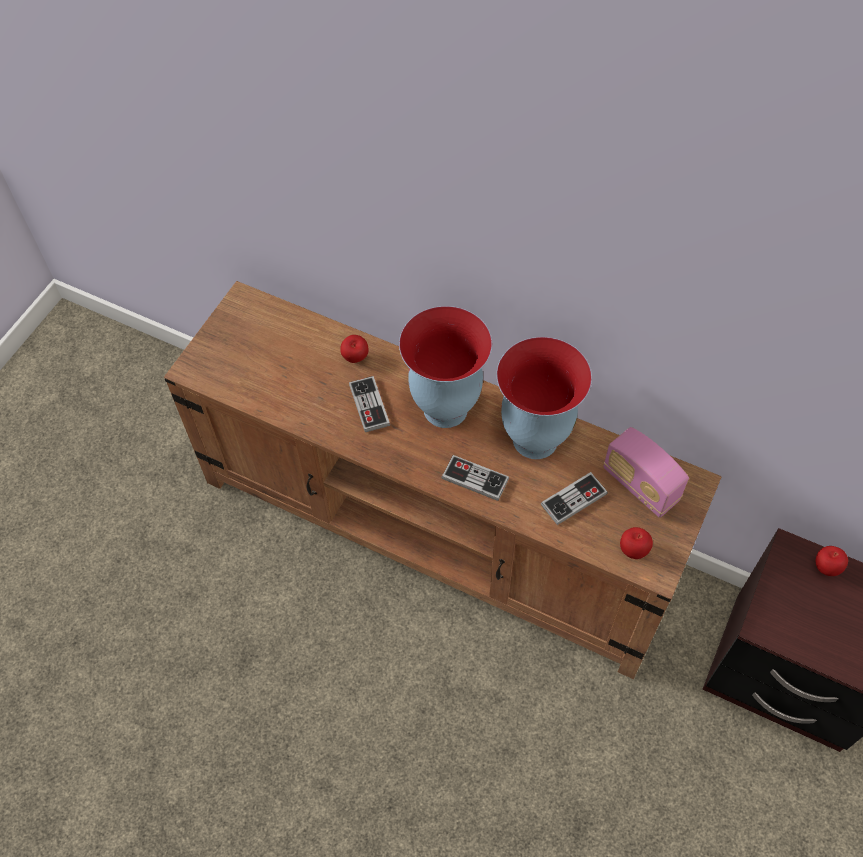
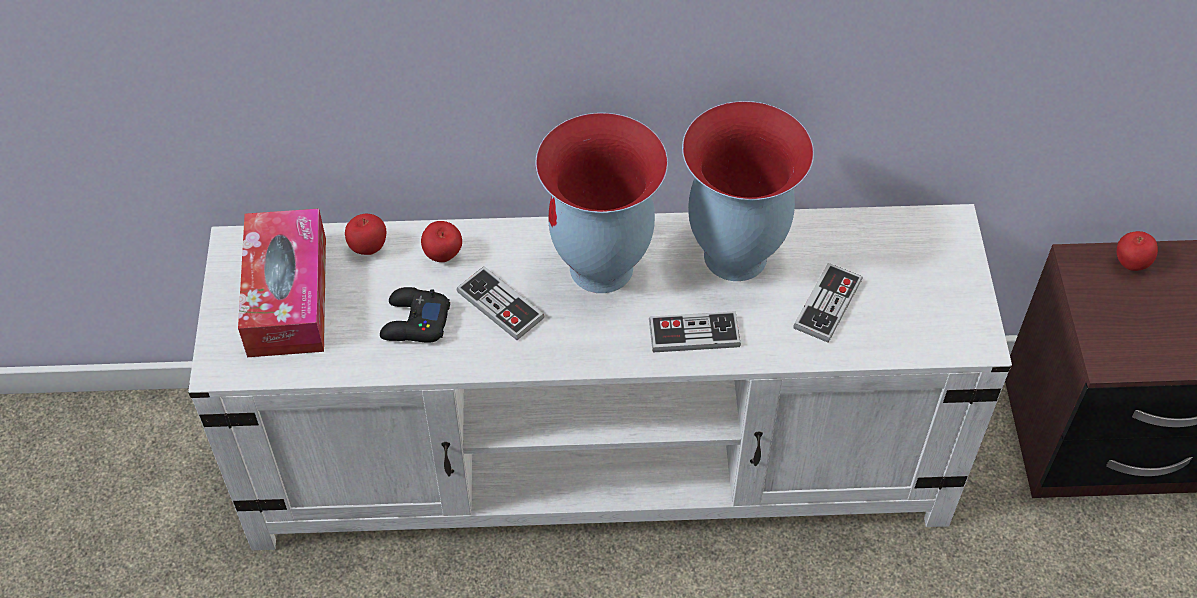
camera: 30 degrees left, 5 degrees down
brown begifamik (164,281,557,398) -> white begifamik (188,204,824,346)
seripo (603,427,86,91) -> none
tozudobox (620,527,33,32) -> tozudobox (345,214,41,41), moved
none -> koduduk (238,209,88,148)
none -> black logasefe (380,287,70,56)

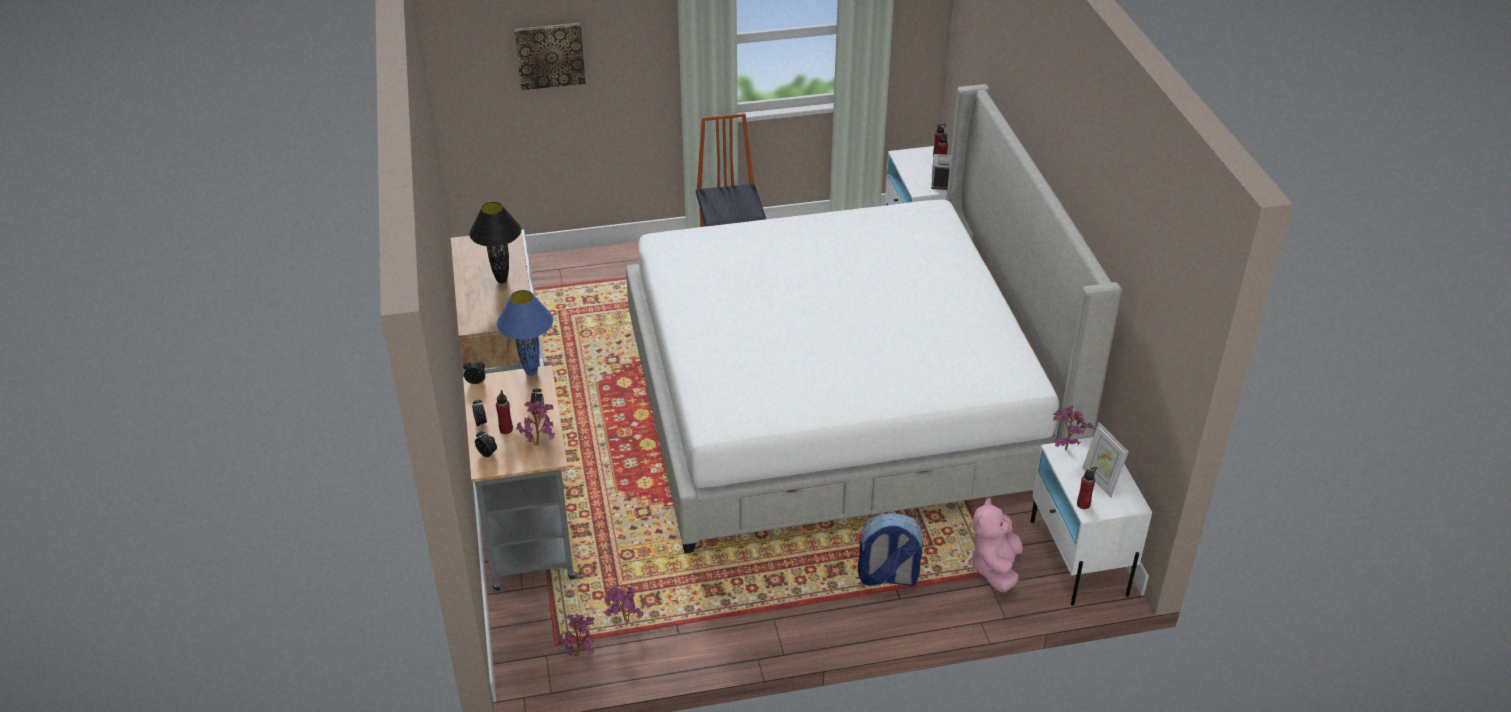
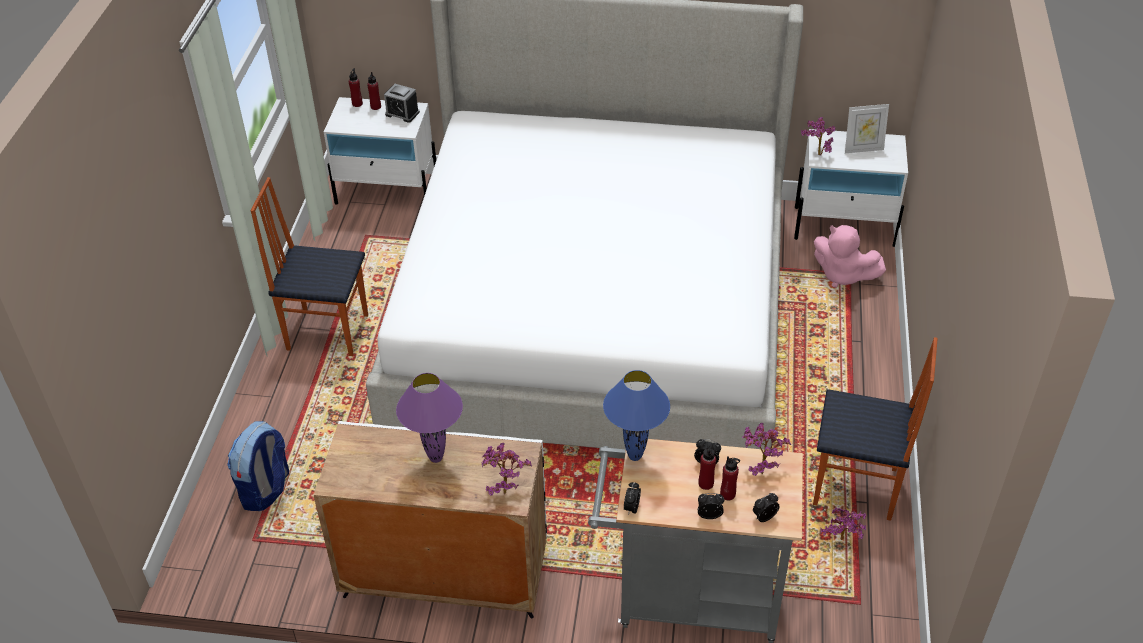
camera: 70 degrees left, 5 degrees up
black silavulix (469,202,52,81) -> purple silavulix (396,373,67,90)
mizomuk (514,23,72,67) -> none
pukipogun (557,615,38,41) -> pukipogun (481,443,51,53), moved
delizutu (858,513,65,73) -> delizutu (227,421,62,90), moved
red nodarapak (1077,467,20,42) -> red nodarapak (698,442,18,48), moved
none -> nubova (813,337,125,184)

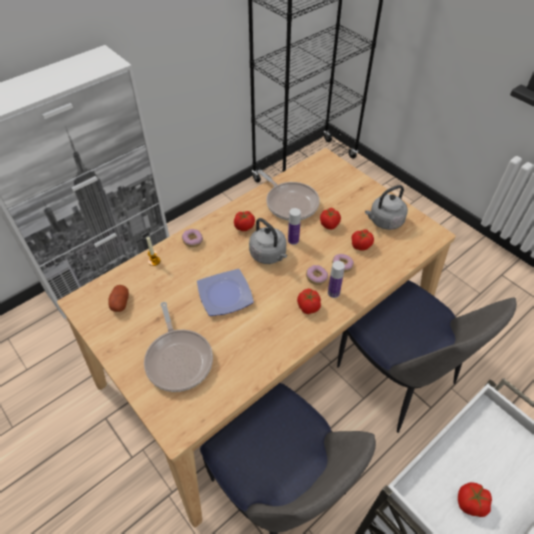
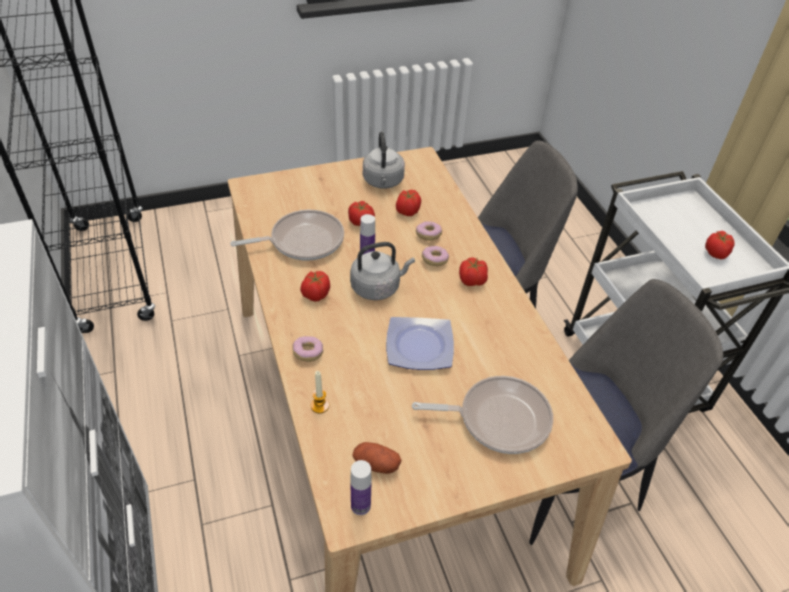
camera: 70 degrees left, 5 degrees down
nodarapak (328,261,17,37) -> nodarapak (350,460,22,55), moved

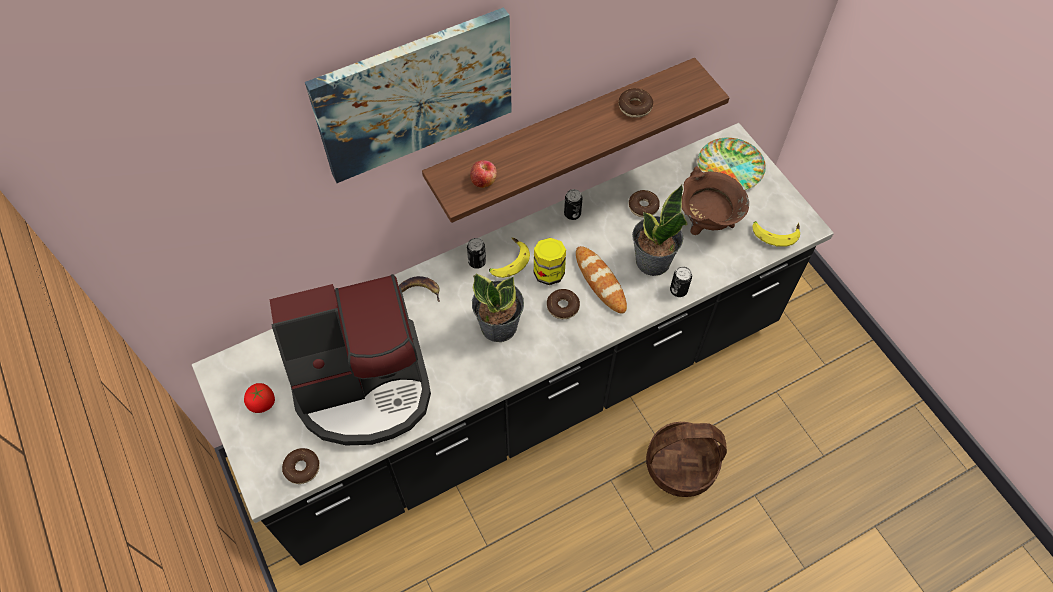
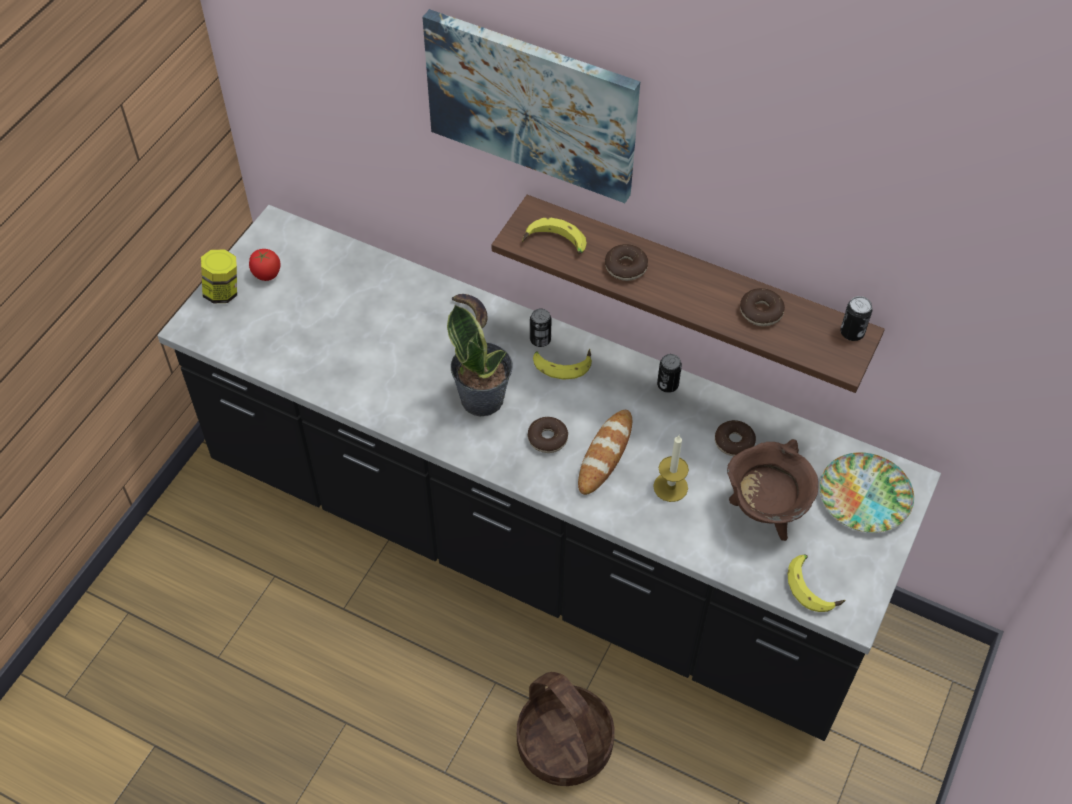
camera: 55 degrees right, 5 degrees down
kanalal (269,274,162,172) -> none
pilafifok (282,448,38,36) -> pilafifok (605,244,43,37), moved
tozudobox (470,160,27,28) -> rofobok (522,218,65,37)
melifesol (534,238,32,47) -> melifesol (201,250,36,53), moved
pukipogun (632,185,55,91) -> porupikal (653,435,36,67)
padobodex (670,267,22,30) -> padobodex (840,296,32,45), moved

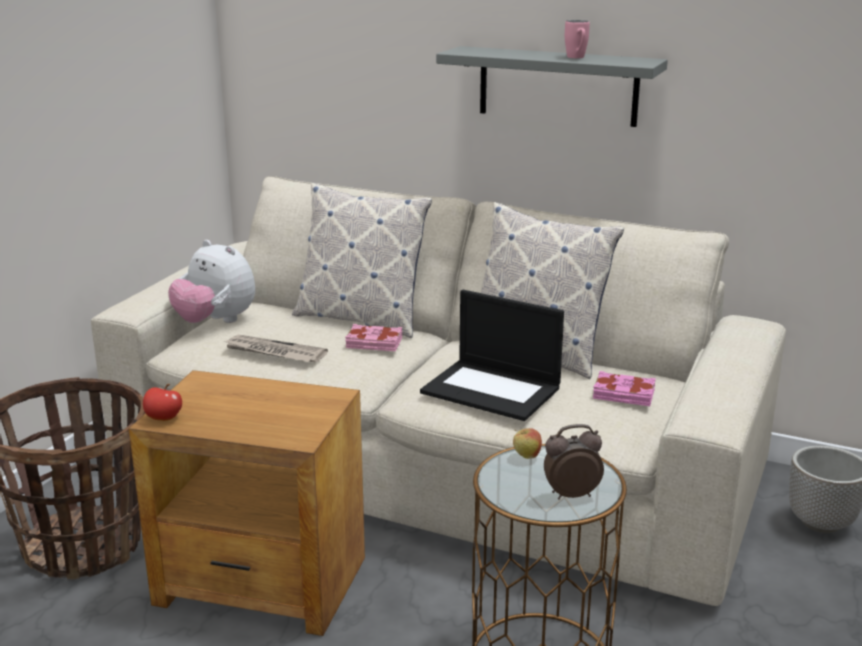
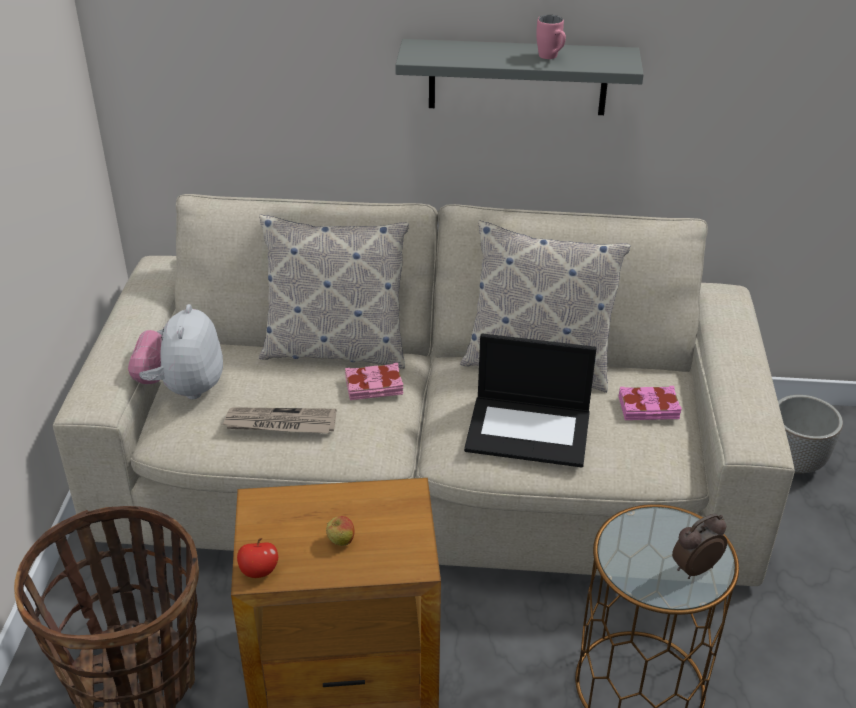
camera: 20 degrees left, 15 degrees up
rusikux (168,240,87,83) -> rusikux (128,304,95,95), 75 degrees clockwise
tozudobox (513,428,29,31) -> tozudobox (326,516,28,30), moved

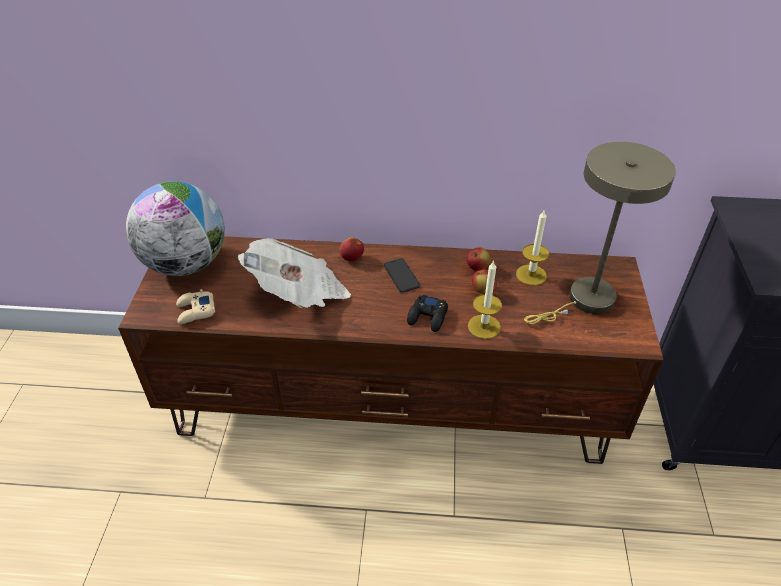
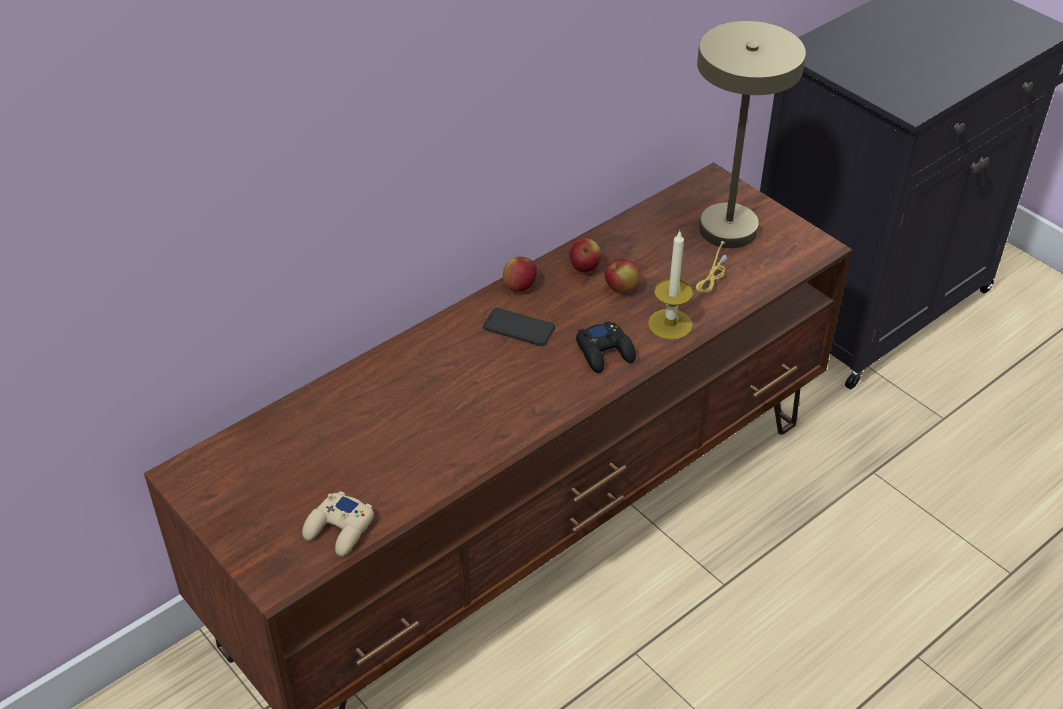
camera: 45 degrees left, 0 degrees up
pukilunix (126,181,99,95) -> none
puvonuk (238,238,113,70) -> none
tozudobox (339,238,25,23) -> tozudobox (503,257,34,35), moved
porupikal (516,210,33,76) -> none

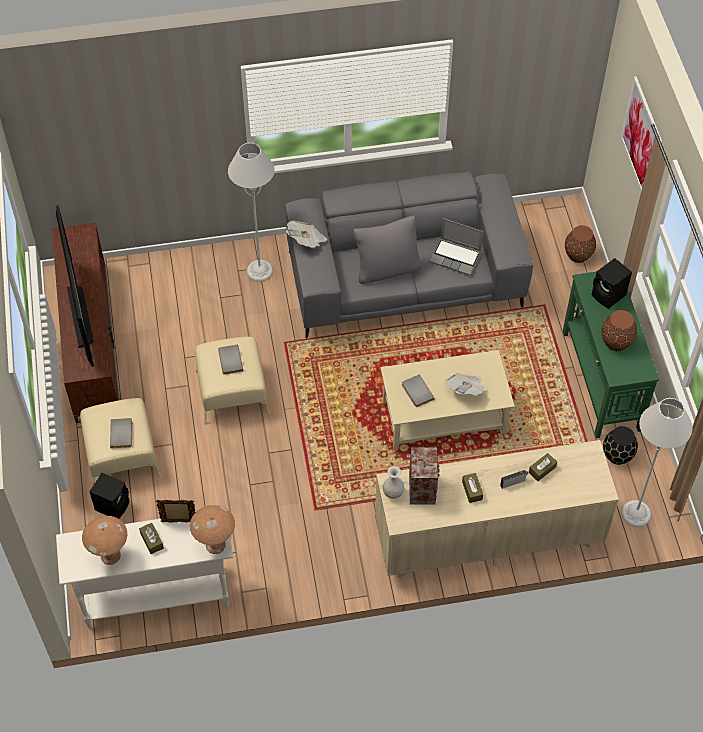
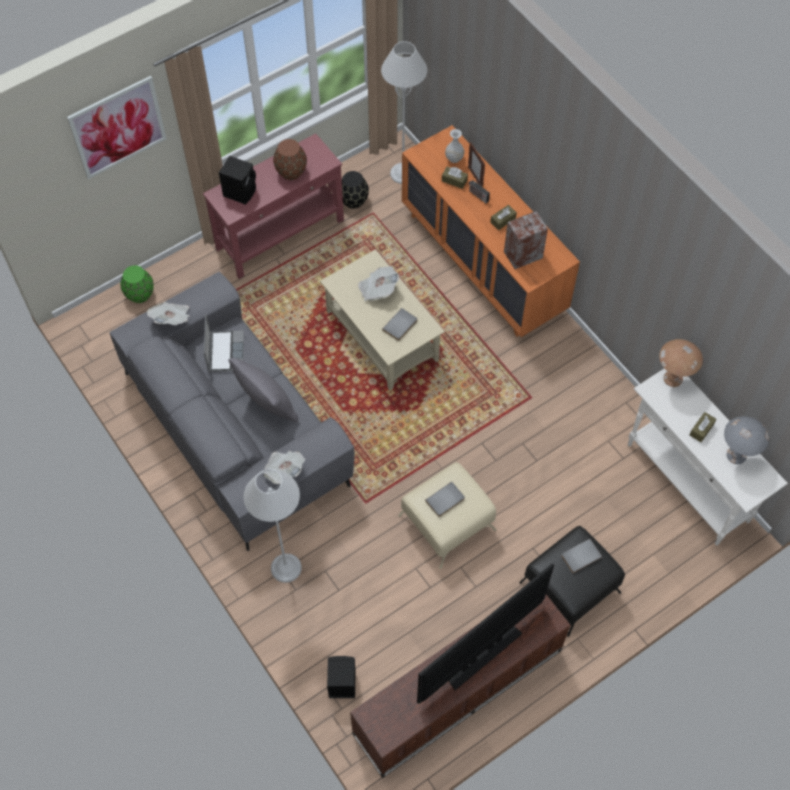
camera: 115 degrees left, 5 degrees up
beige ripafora (80,398,81,87) -> black ripafora (519,526,106,111)
brown silavulix (82,516,45,49) -> grey silavulix (724,416,45,48)
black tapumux (89,473,41,46) -> black tapumux (327,656,29,42), moved
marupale (156,500,40,22) -> marupale (468,142,17,45), moved
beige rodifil (375,440,244,138) -> orange rodifil (402,125,178,212)
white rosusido (383,466,21,33) -> white rosusido (445,129,19,34), moved
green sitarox (563,272,96,166) -> red sitarox (203,133,141,146)
brown rosusido (565,225,31,38) -> green rosusido (121,265,33,38)
none -> puvonuk (147,302,42,23)

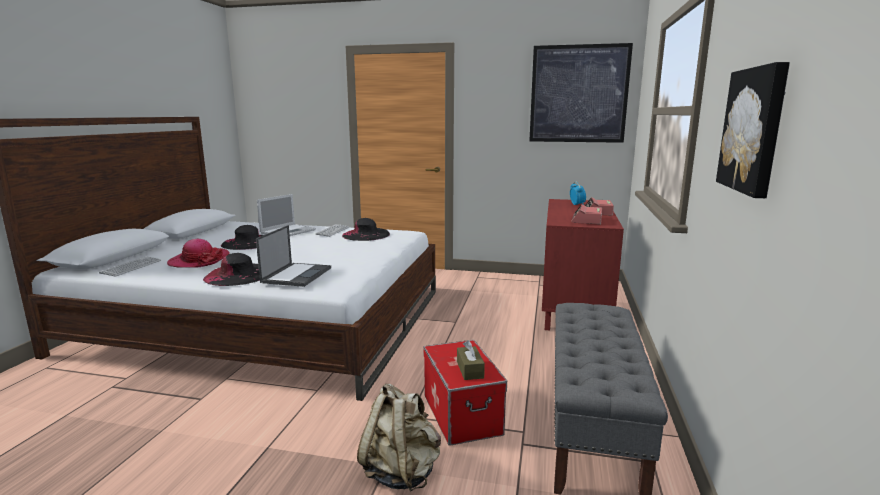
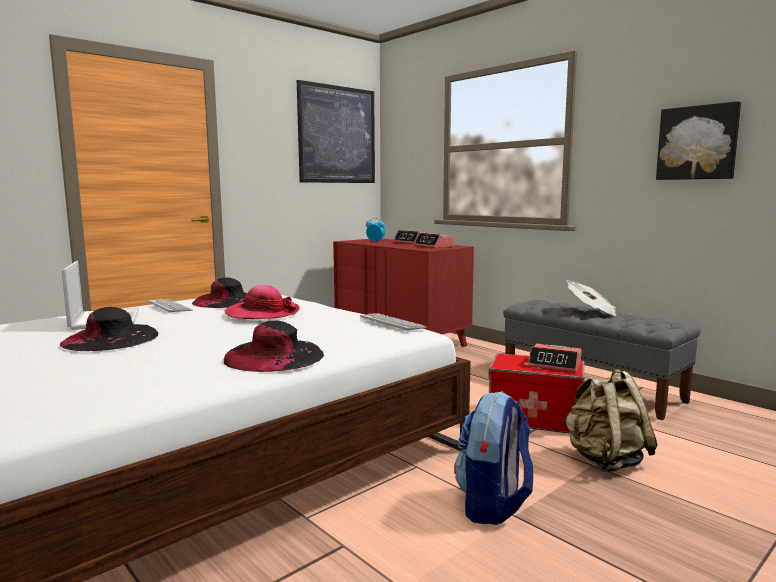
camera: 55 degrees left, 5 degrees down
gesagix (99,256,62,21) -> gesagix (360,313,67,18), moved
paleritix (167,239,63,29) -> paleritix (225,285,74,34), moved
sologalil (256,225,75,62) -> none
brown koduduk (457,340,28,40) -> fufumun (528,344,53,28)
none -> delizutu (454,391,79,134)
none -> puvonuk (566,280,50,36)

